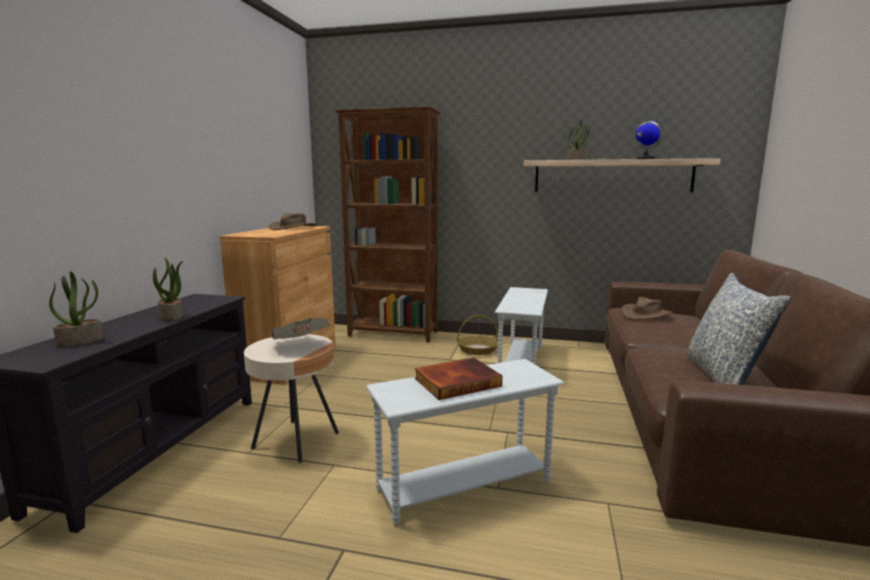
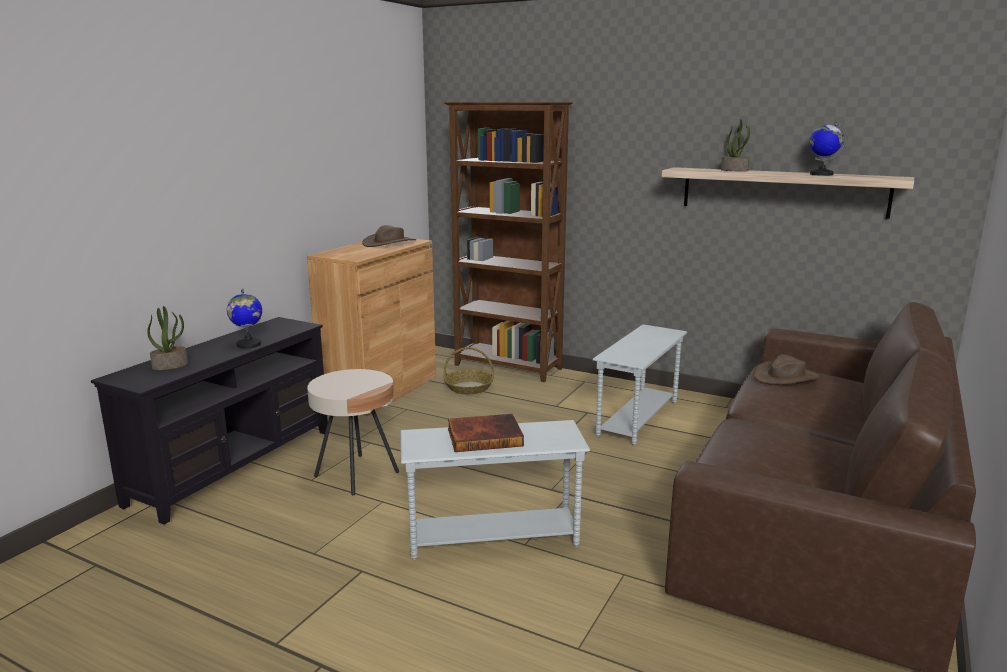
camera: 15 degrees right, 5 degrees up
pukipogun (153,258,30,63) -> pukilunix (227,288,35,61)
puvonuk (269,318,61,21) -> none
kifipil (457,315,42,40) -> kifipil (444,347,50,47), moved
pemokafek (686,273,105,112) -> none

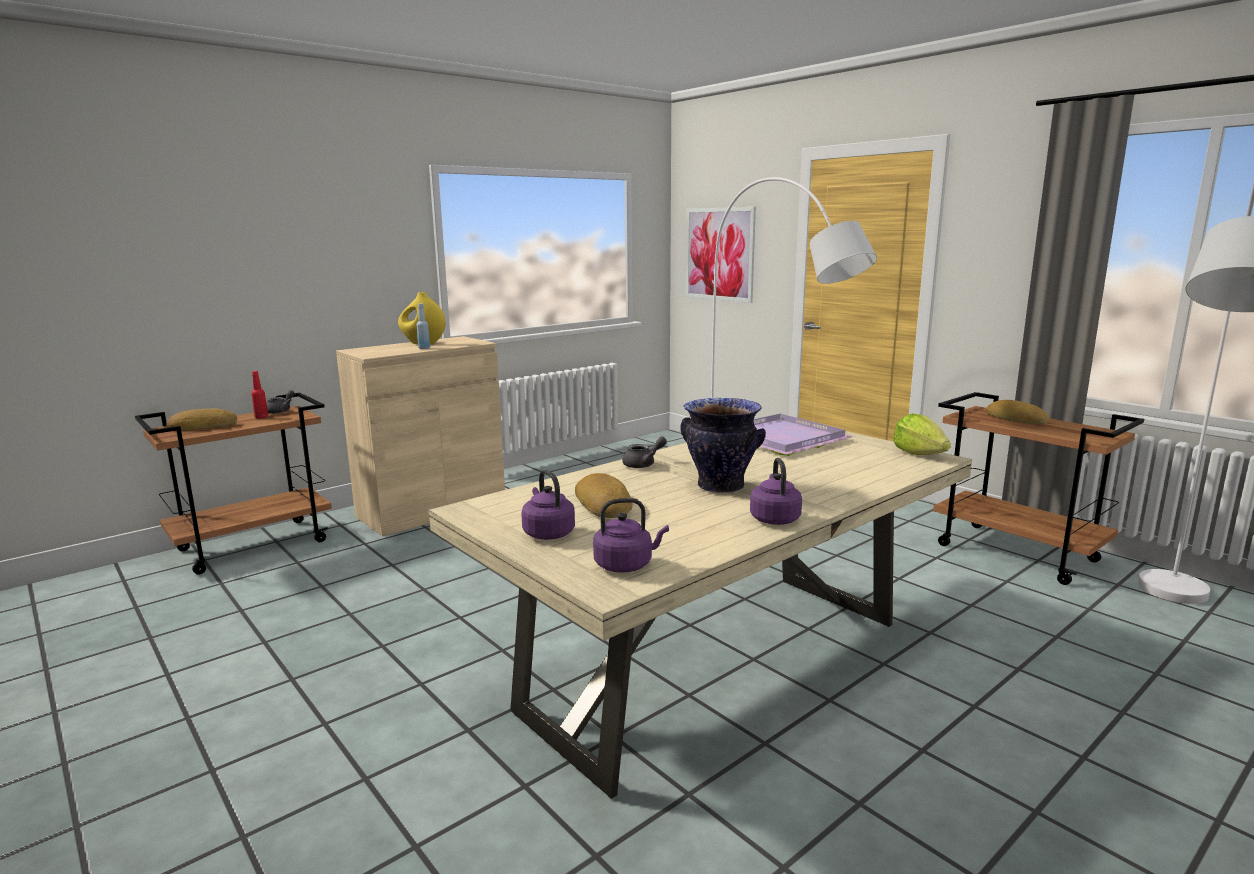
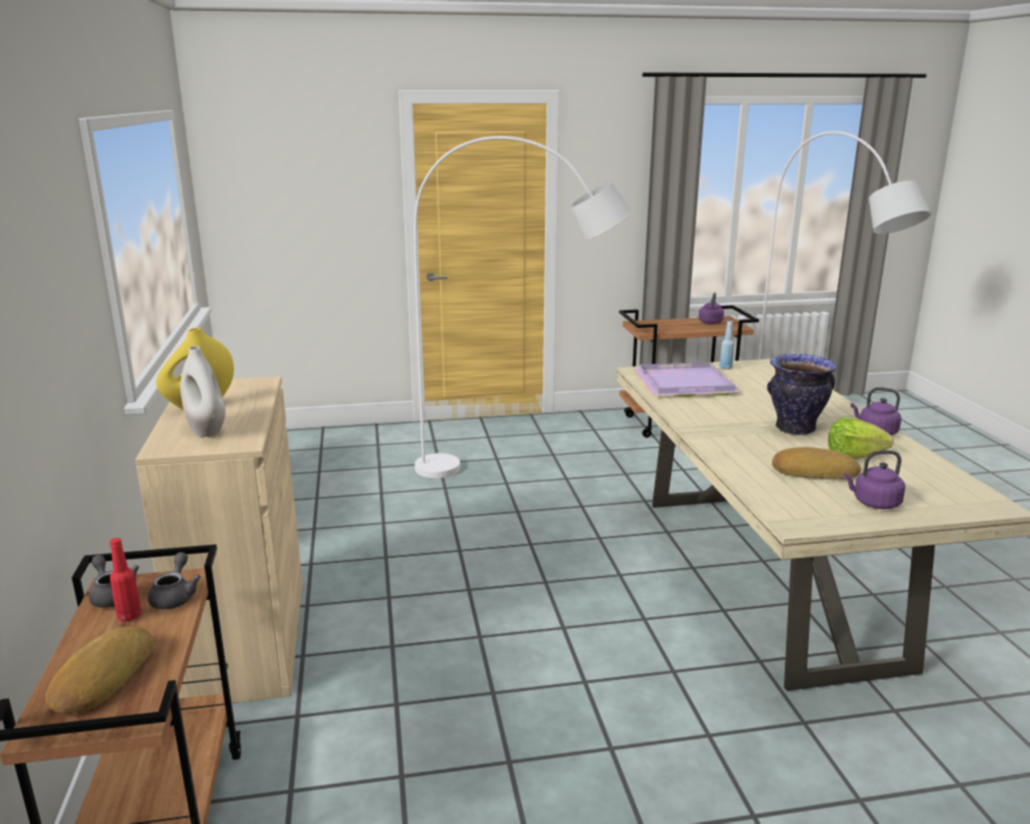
camera: 60 degrees left, 5 degrees up
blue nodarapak (417,304,13,45) -> blue nodarapak (719,321,15,48), moved
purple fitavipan (593,498,76,75) -> purple fitavipan (699,292,25,32), moved
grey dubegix (622,436,45,32) -> grey dubegix (148,552,53,58), moved
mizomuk (686,207,70,96) -> none
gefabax (893,414,58,41) -> gefabax (828,418,66,41), moved
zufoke (986,400,63,24) -> none
none -> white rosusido (180,346,46,91)

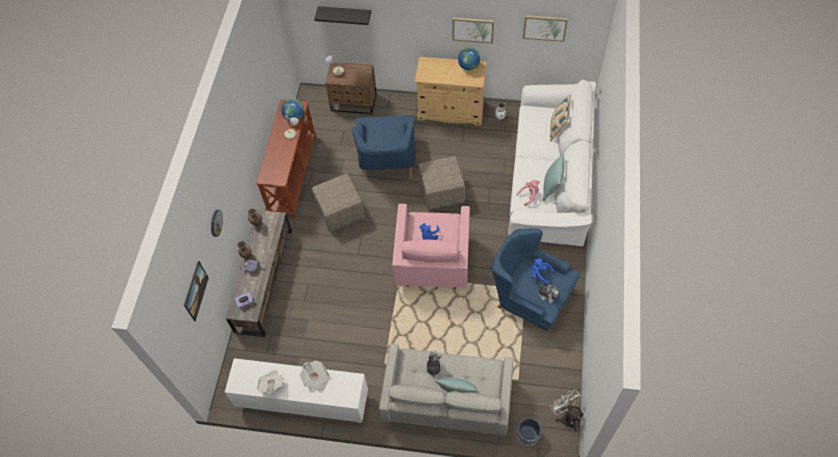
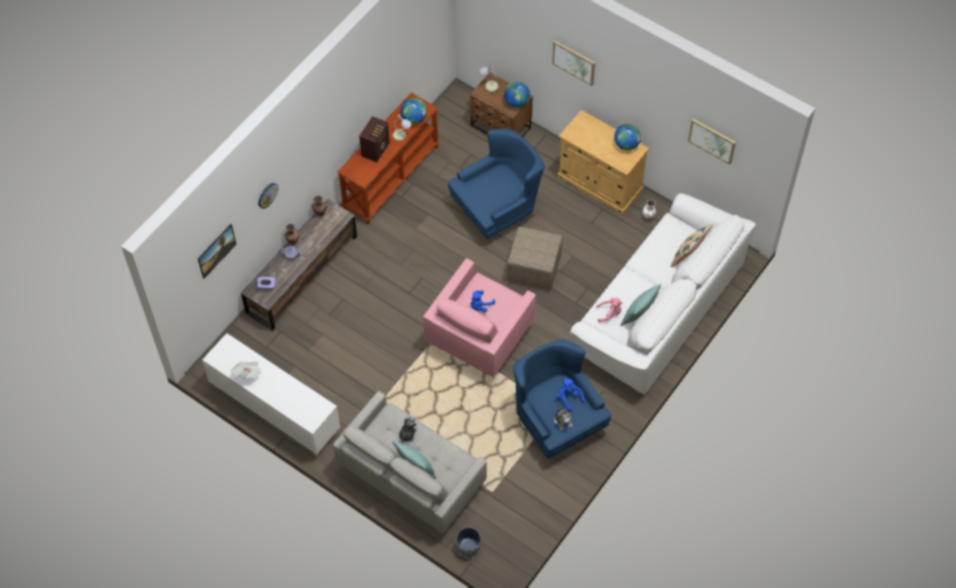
camera: 25 degrees right, 0 degrees up
puvonuk (300,361,31,32) -> none
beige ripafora (312,174,53,58) -> none
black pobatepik (314,6,57,19) -> none
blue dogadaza (352,115,63,64) -> blue dogadaza (448,129,97,113), 150 degrees counterclockwise
mizomuk (452,18,42,26) -> mizomuk (552,41,43,45), moved
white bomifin (550,389,34,42) -> none
none -> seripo (359,116,31,46)
none -> pukilunix (504,81,26,26)

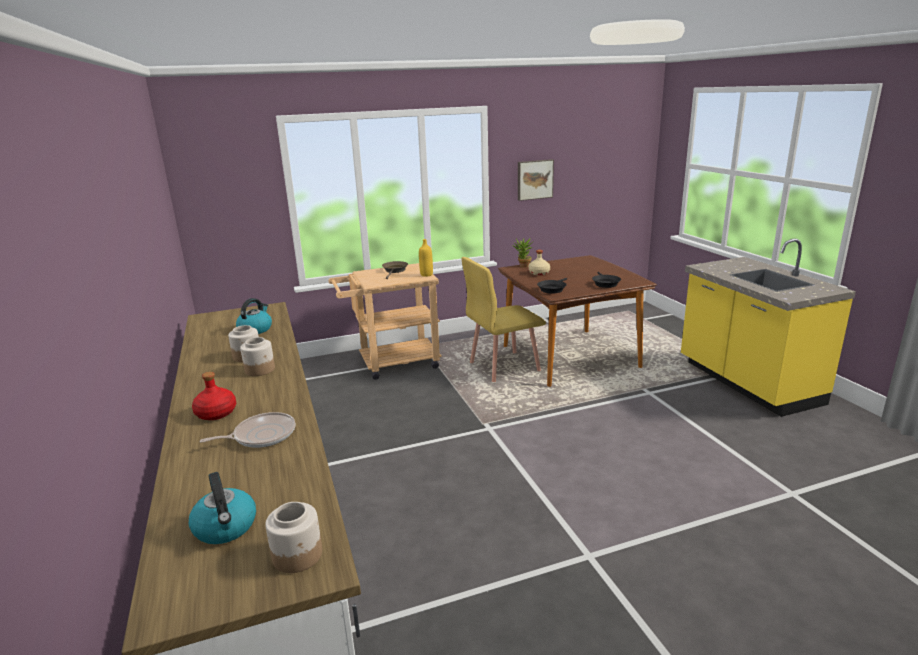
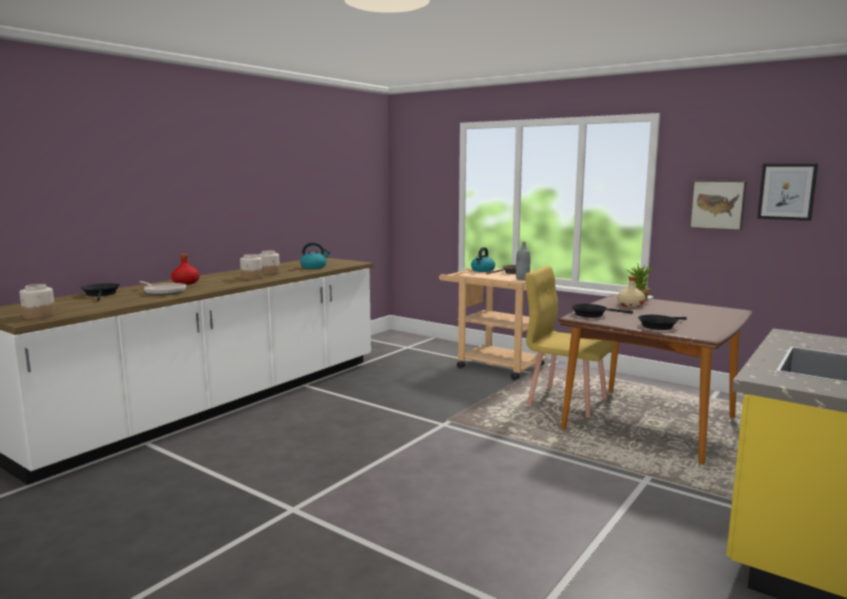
camera: 55 degrees right, 10 degrees down
fitavipan (189,472,67,72) -> fitavipan (471,247,24,25), moved
yellow nodarapak (419,239,14,38) -> grey nodarapak (516,242,14,38)
none -> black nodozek (81,283,39,18)
none -> mizomuk (757,164,61,57)

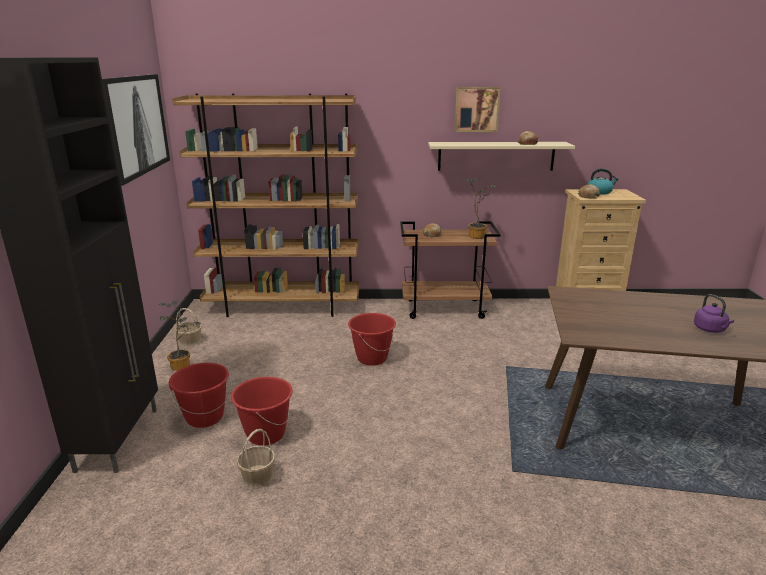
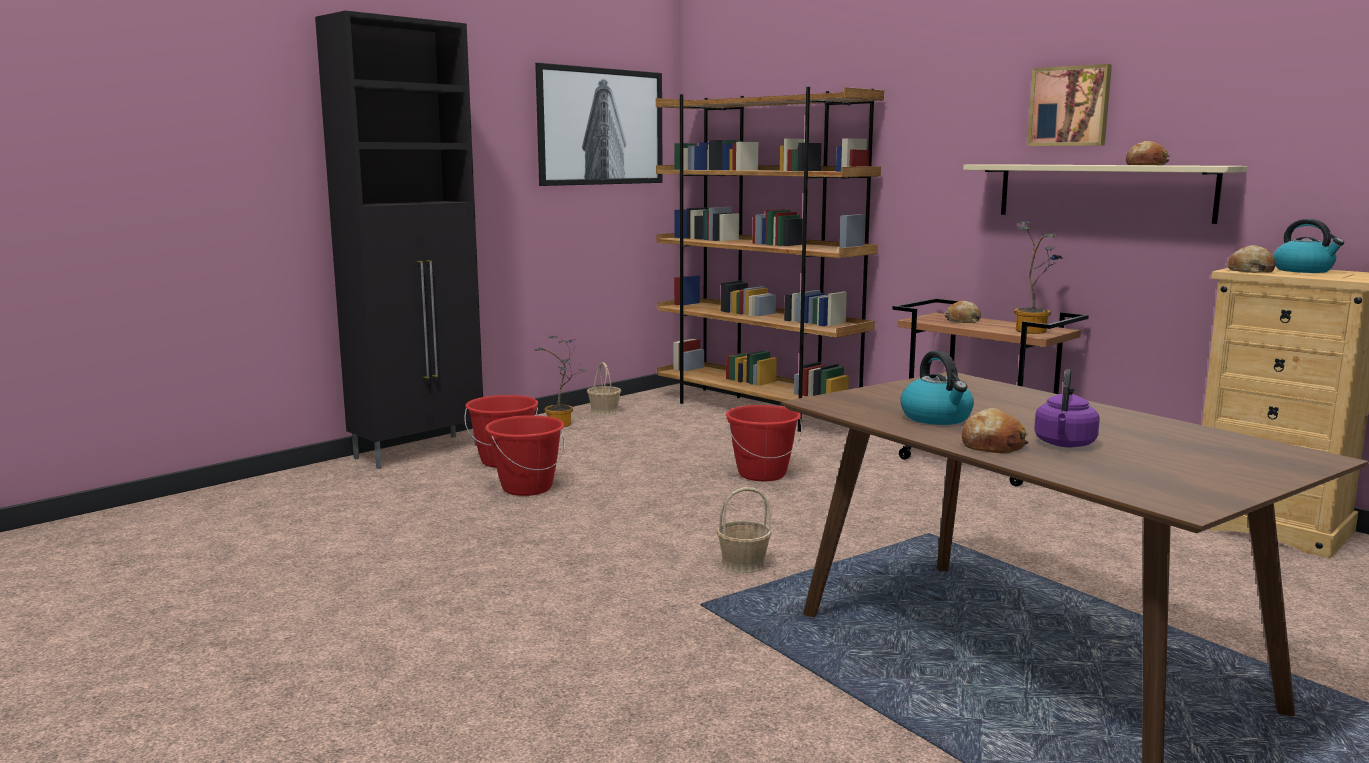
camera: 45 degrees right, 10 degrees down
kifipil (236,429,39,59) -> kifipil (717,487,55,86), moved
none -> fitavipan (900,351,74,74)
none -> zufoke (962,408,67,45)

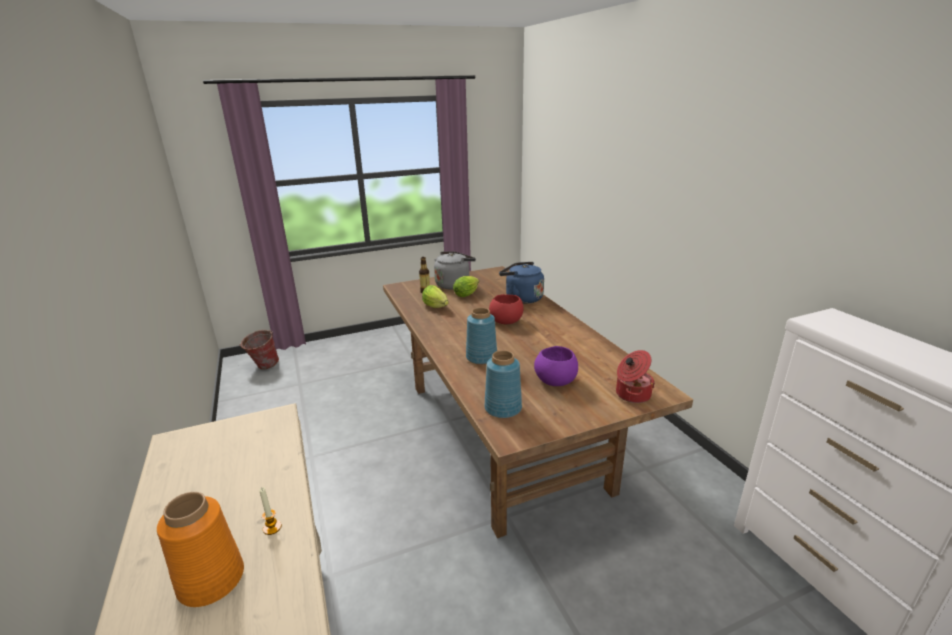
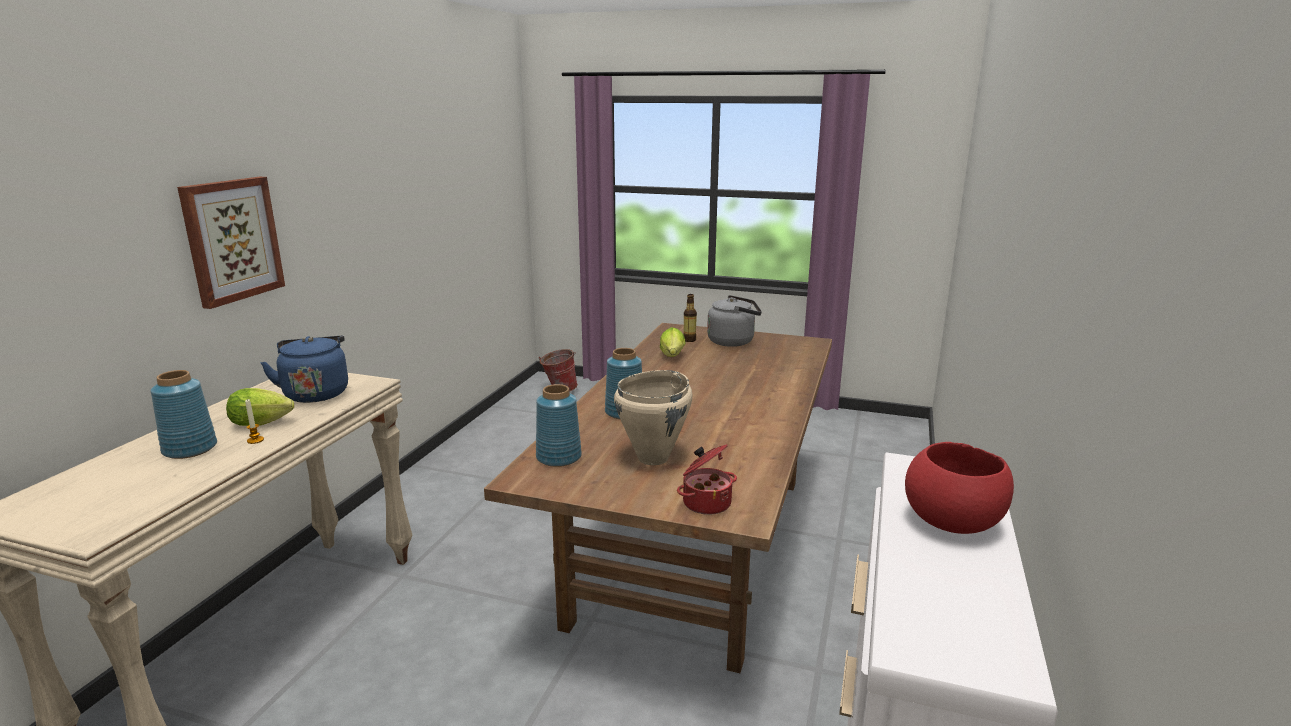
camera: 40 degrees right, 5 degrees down
orange rosusido (157,492,87,115) -> blue rosusido (151,370,66,89)
gefabax (453,276,26,21) -> gefabax (226,388,68,38), moved
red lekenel (489,294,34,30) -> red lekenel (905,442,109,92), moved
blue fitavipan (499,262,45,42) -> blue fitavipan (260,336,88,67), moved
purple lekenel (534,346,44,40) -> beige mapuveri (614,370,78,95)
none -> mizomuk (177,177,108,132)

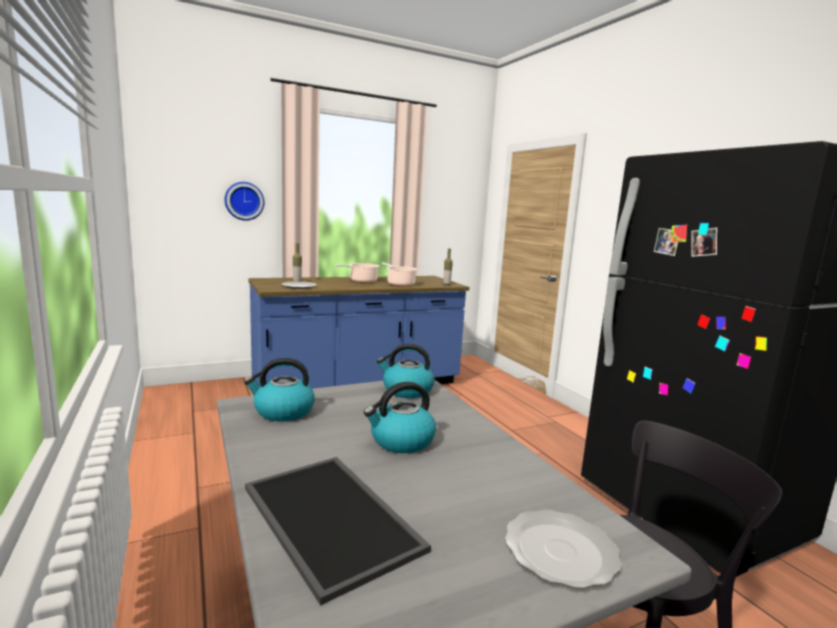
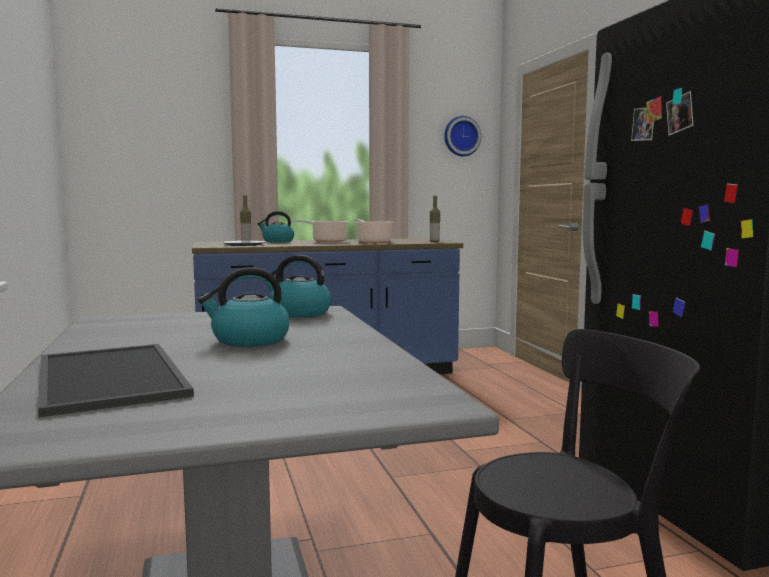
camera: 10 degrees right, 5 degrees down
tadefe (225,182,39,39) -> tadefe (444,116,37,40), moved
fitavipan (244,358,71,63) -> fitavipan (258,211,36,31), moved
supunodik (505,510,117,79) -> none

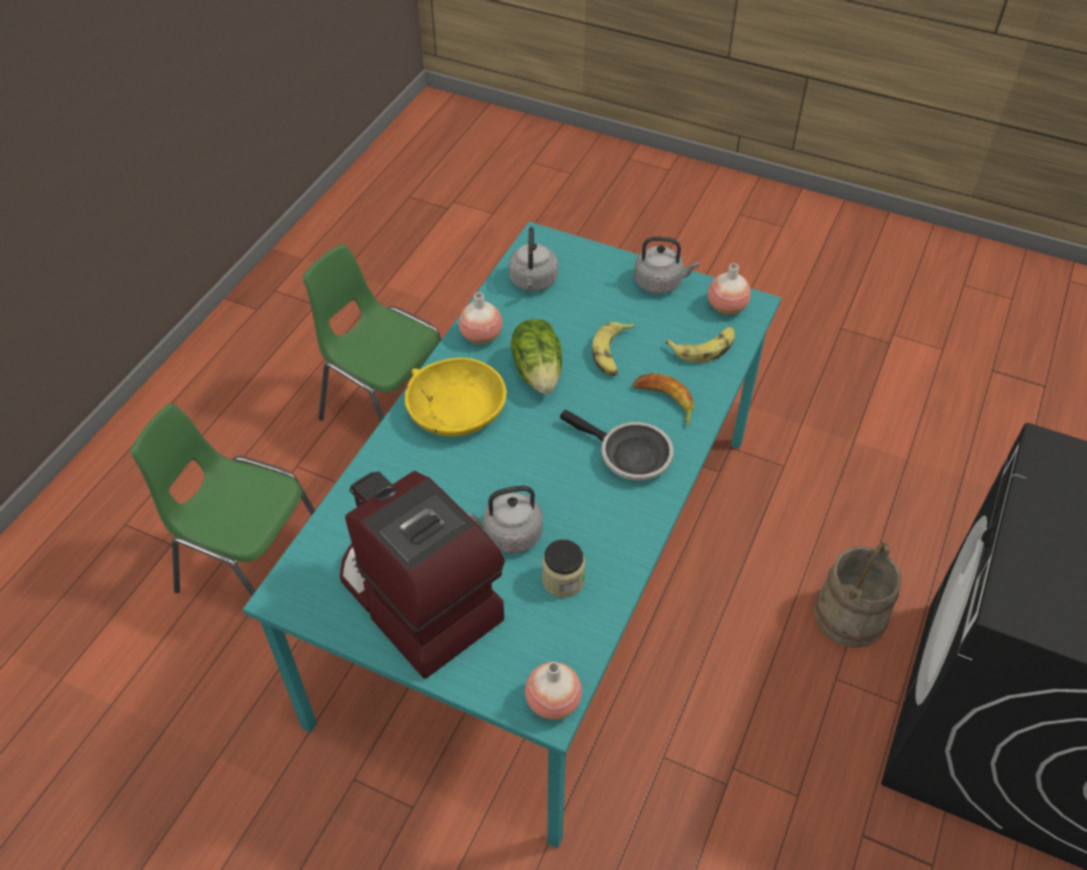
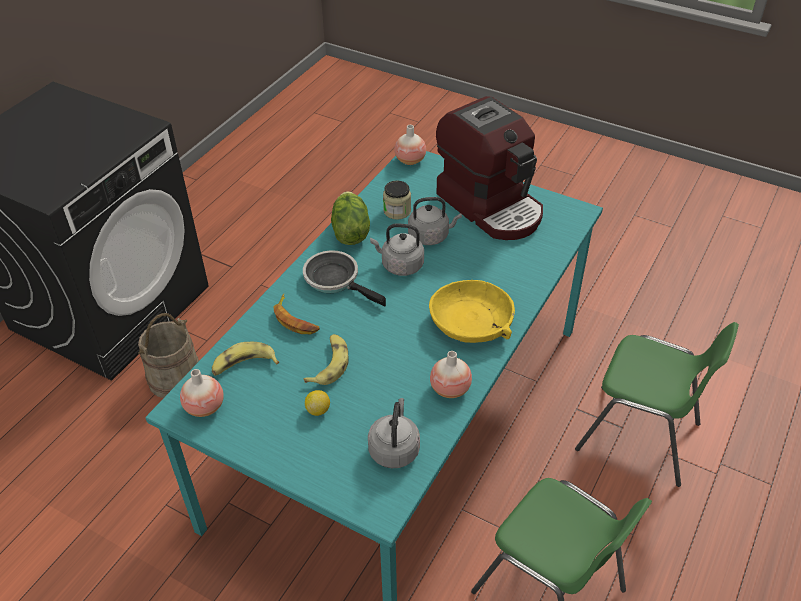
camera: 175 degrees left, 5 degrees down
gefabax (511,319,51,75) -> gefabax (331,191,39,54), moved
grey fitavipan (634,237,65,57) -> grey fitavipan (370,223,54,53), moved
none -> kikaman (305,390,25,26)

